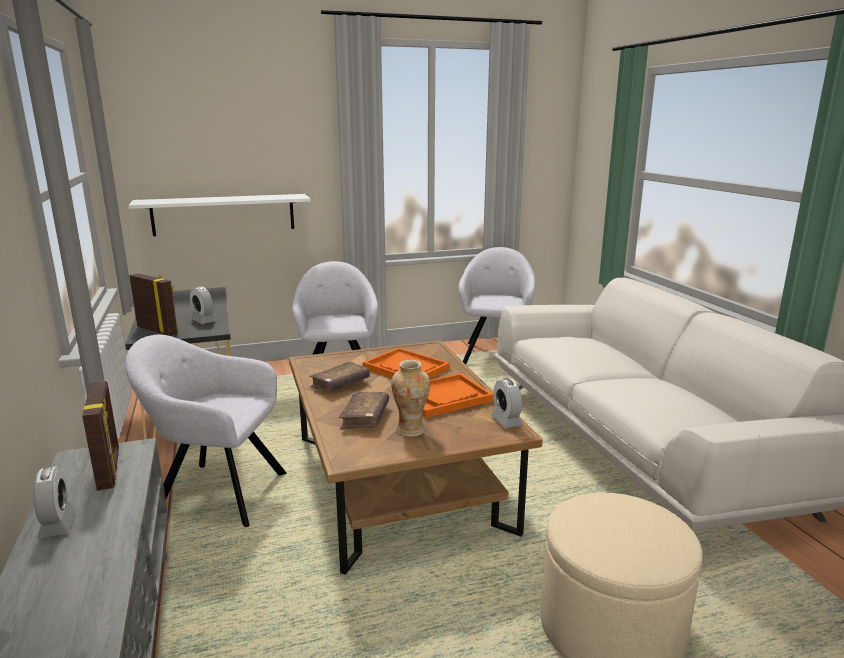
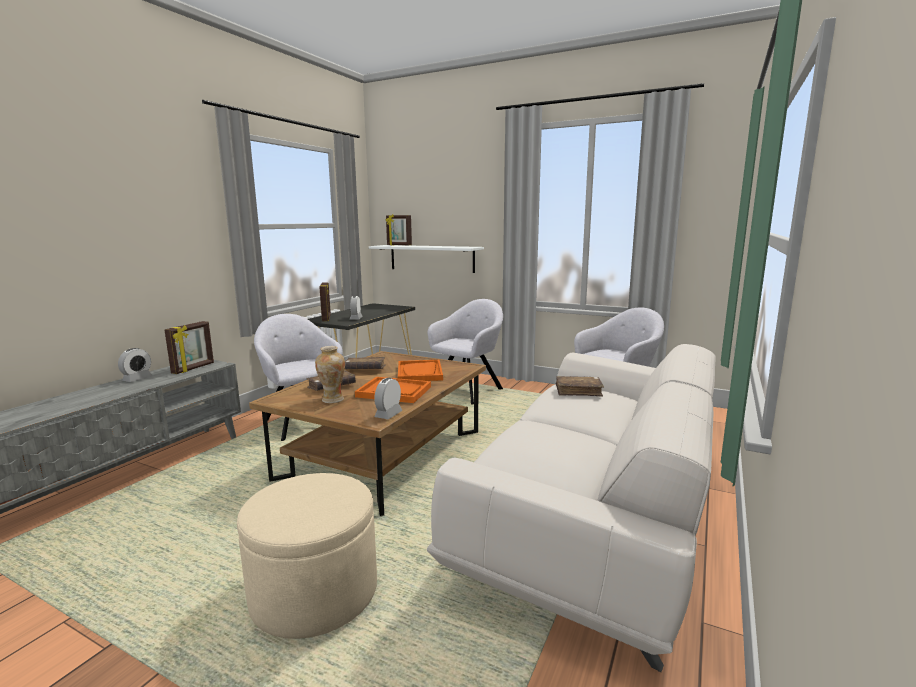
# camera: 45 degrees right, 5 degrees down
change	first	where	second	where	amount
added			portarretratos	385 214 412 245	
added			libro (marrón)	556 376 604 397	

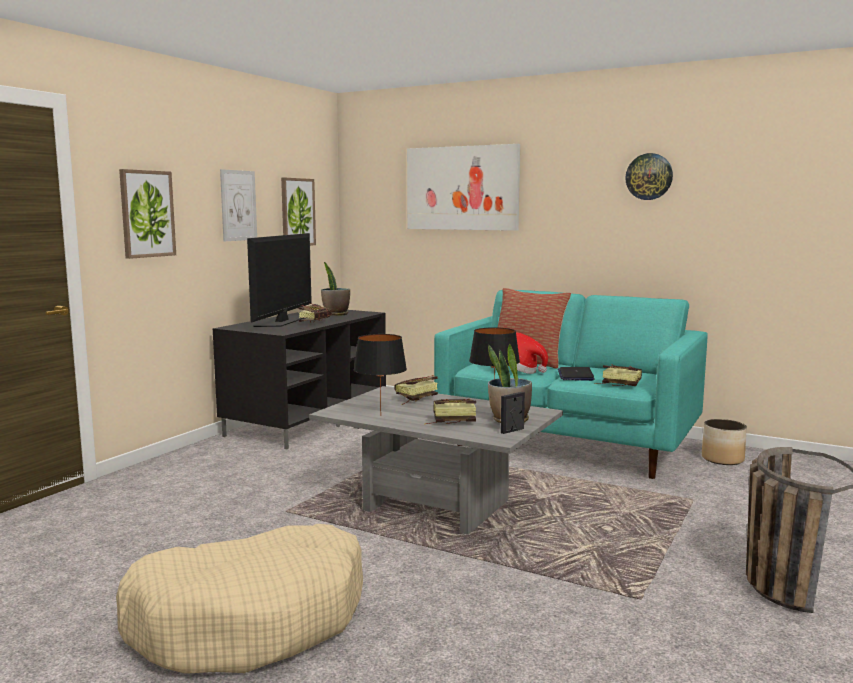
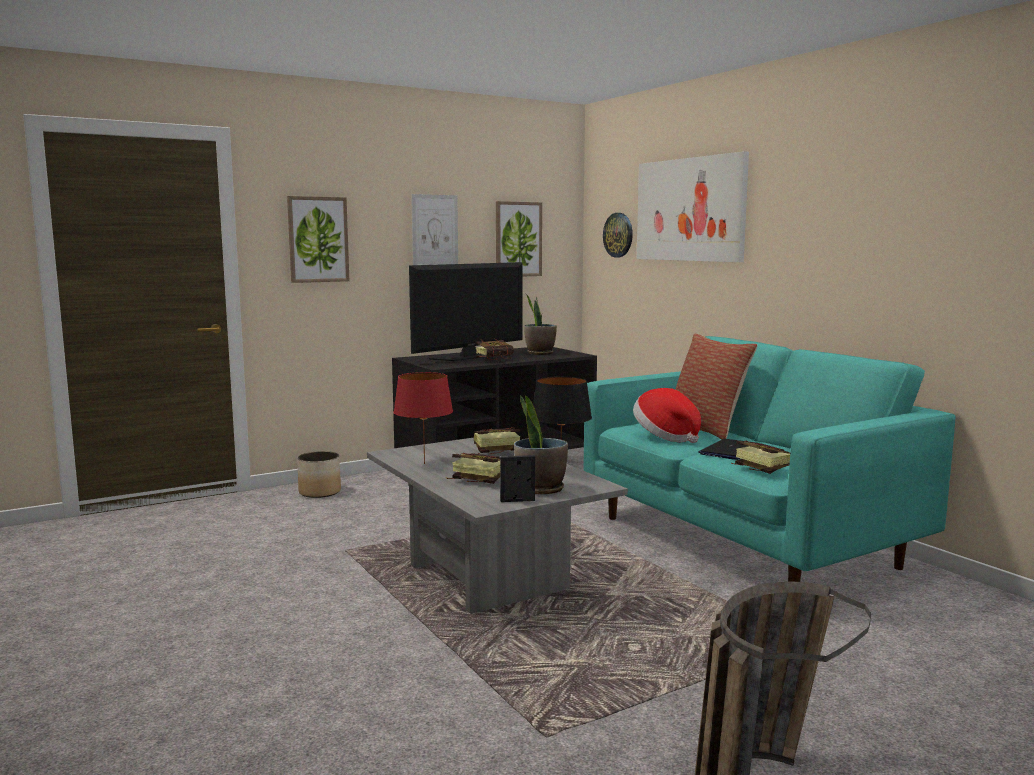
# camera: 30 degrees right, 0 degrees up
change	first	where	second	where	amount
moved	maceta	702 419 747 465		297 451 341 498	
recoloured	lámpara de mesa (negro)	354 334 407 416	lámpara de mesa (rojo)	393 372 453 464	
moved	reloj de pared	625 153 673 200		603 213 633 258	
removed	cama para perro (beis)	116 524 363 674			

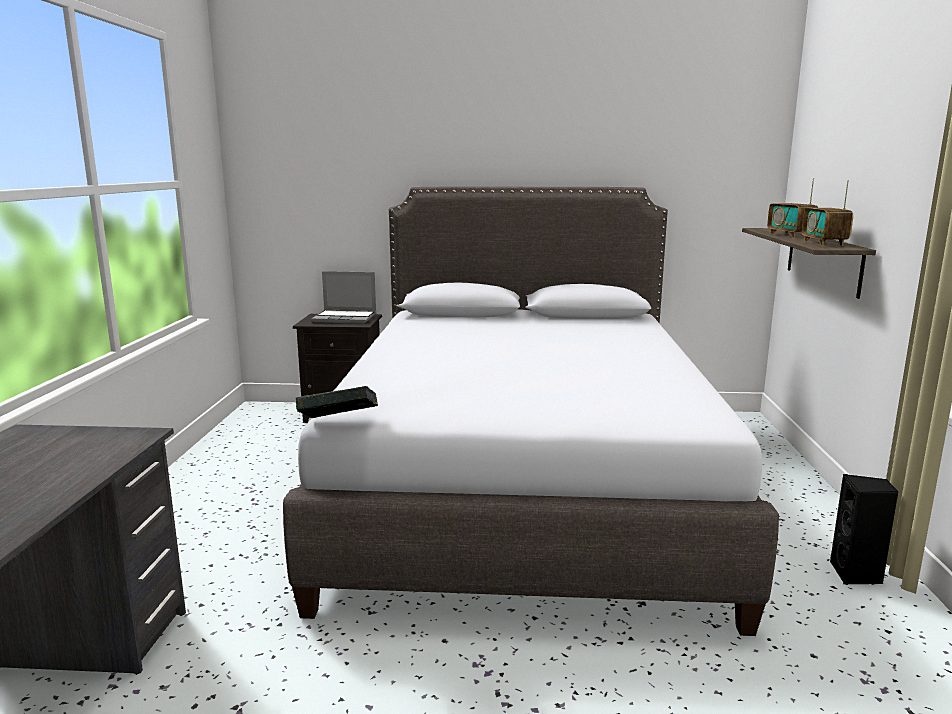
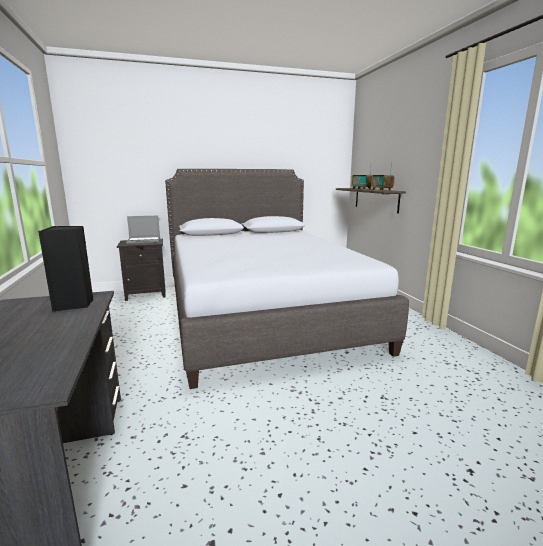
# camera: 20 degrees left, 0 degrees up
change	first	where	second	where	amount
moved	altavoz (negro)	830 474 899 585		38 226 94 312	
removed	libro	296 386 378 418			

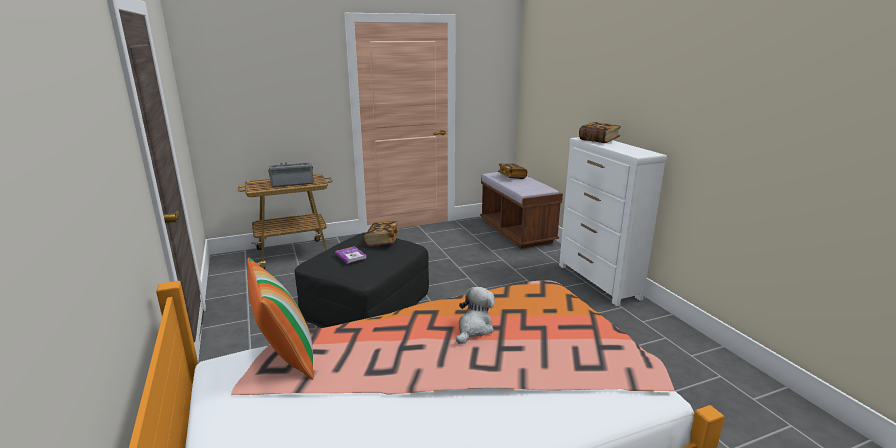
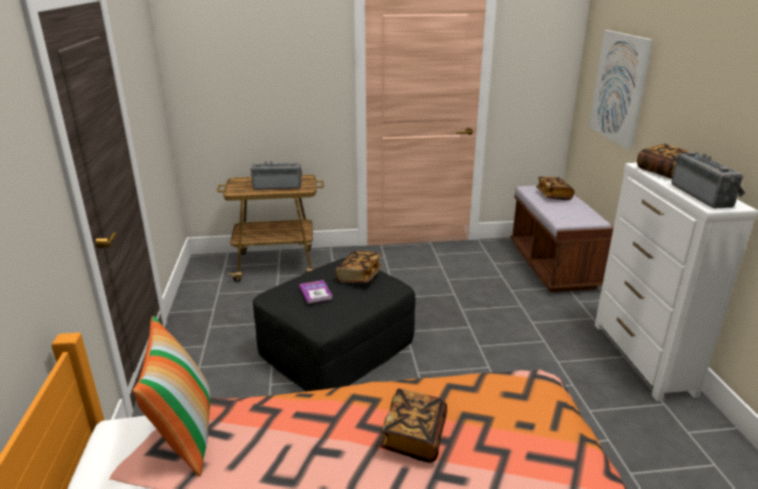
# camera: 15 degrees right, 5 degrees up
change	first	where	second	where	amount
replaced	peluche	456 287 495 344	libro	380 389 447 463	
added			cuadro	589 30 653 150	
added			radio	671 152 745 208	

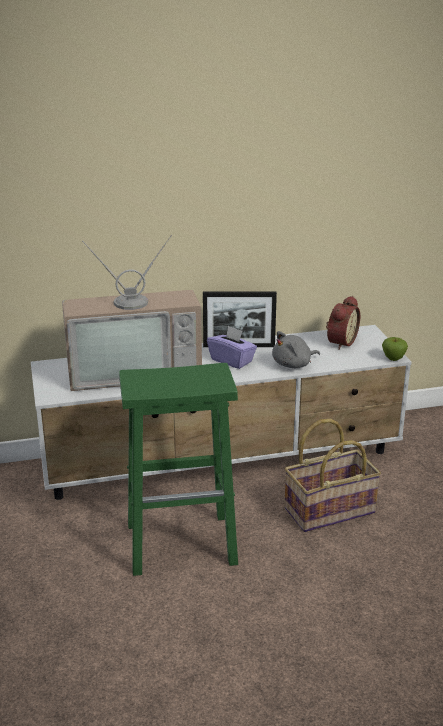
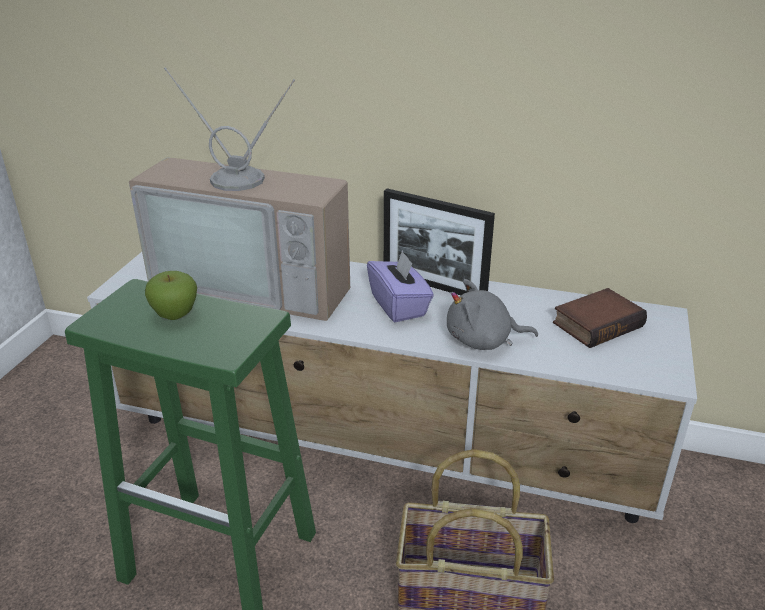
# camera: 30 degrees right, 5 degrees up
change	first	where	second	where	amount
moved	manzana	382 337 408 361		145 271 197 320	
replaced	despertador	326 296 360 350	libro	553 288 647 348	

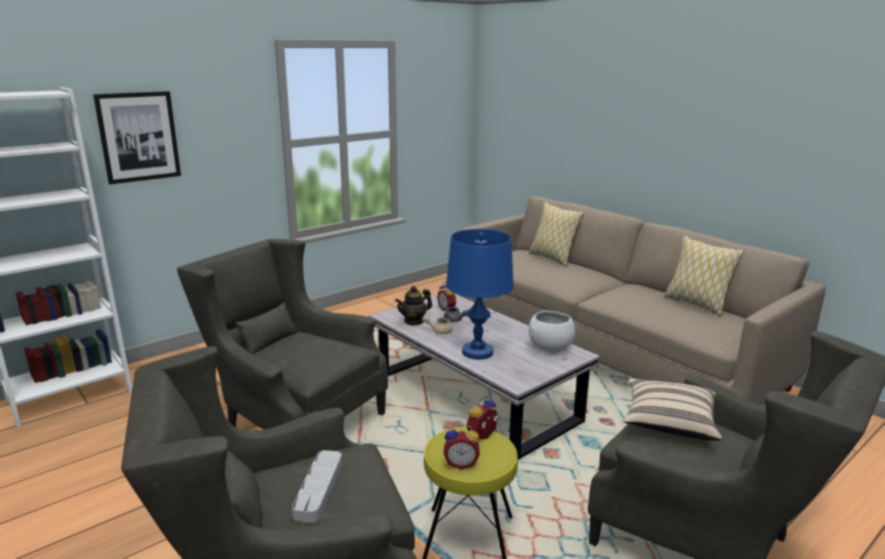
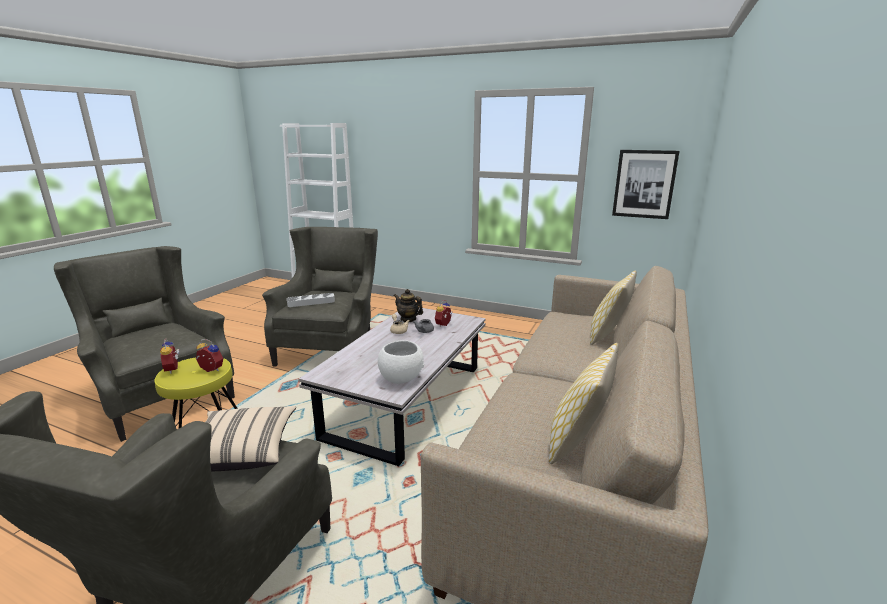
# camera: 65 degrees right, 0 degrees up
change	first	where	second	where	amount
moved	bandeja (gris)	292 450 342 523		287 293 335 307	
moved	cuadro	93 91 181 184		612 150 680 219	
removed	lámpara de mesa (azul)	446 229 514 360			

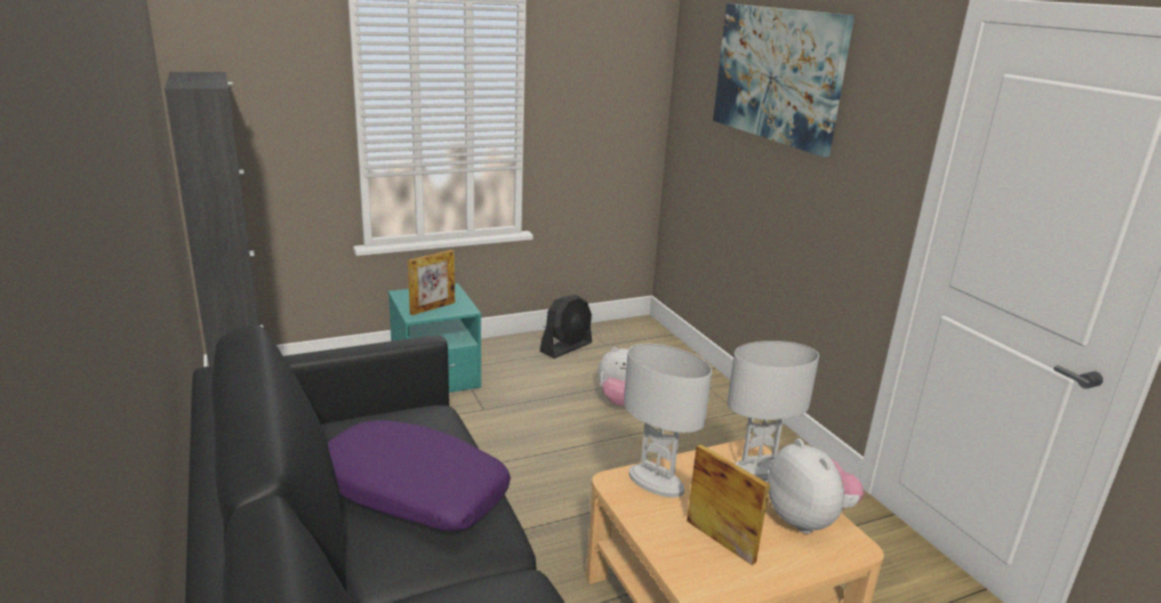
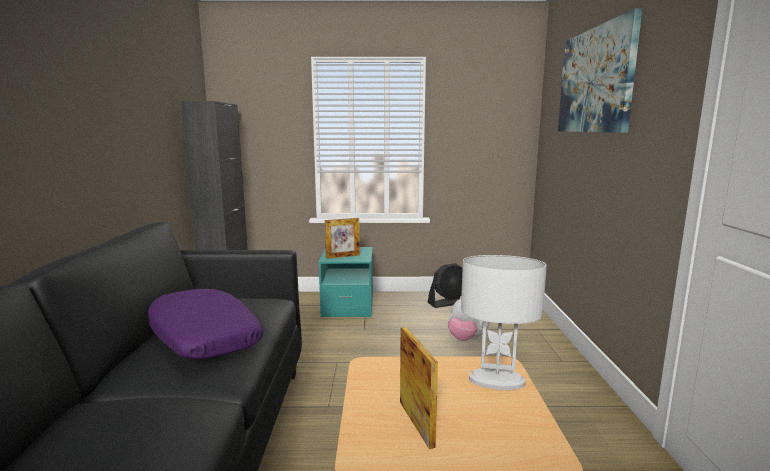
# camera: 25 degrees right, 10 degrees down
change	first	where	second	where	amount
removed	lámpara de mesa (blanco)	624 344 712 498			
removed	peluche	767 438 864 534			

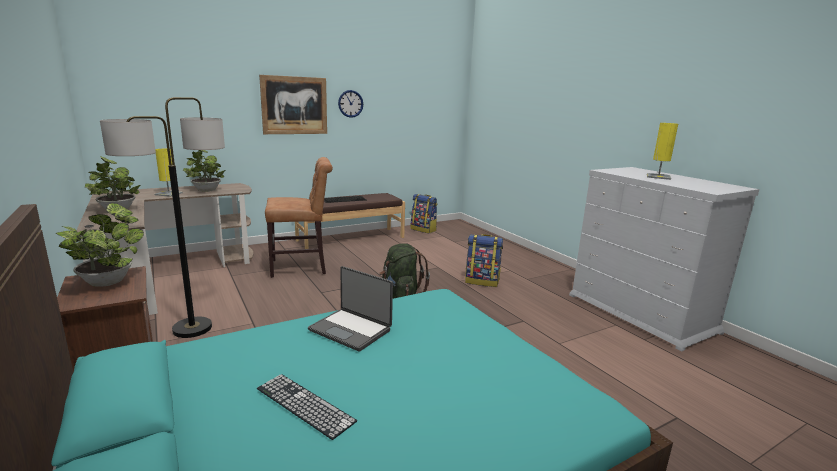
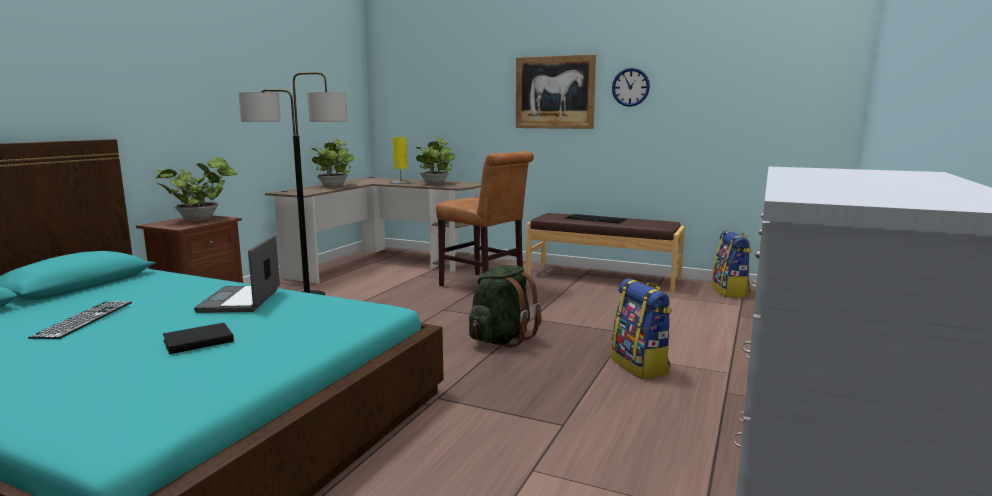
# camera: 55 degrees right, 5 degrees down
change	first	where	second	where	amount
added			libro (negro)	163 323 234 354	
removed	lámpara de mesa (amarillo)	647 123 678 180			

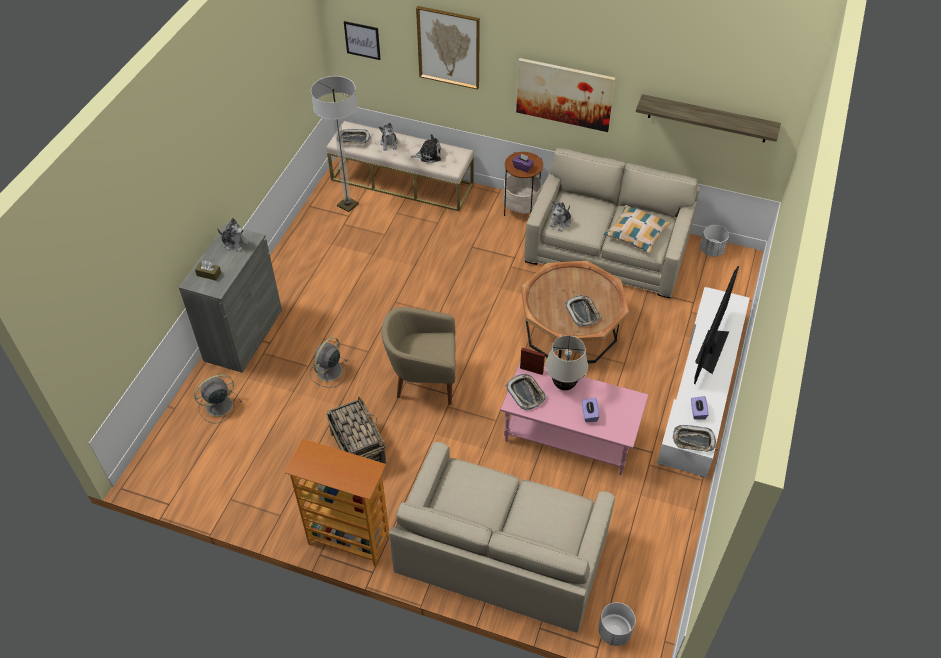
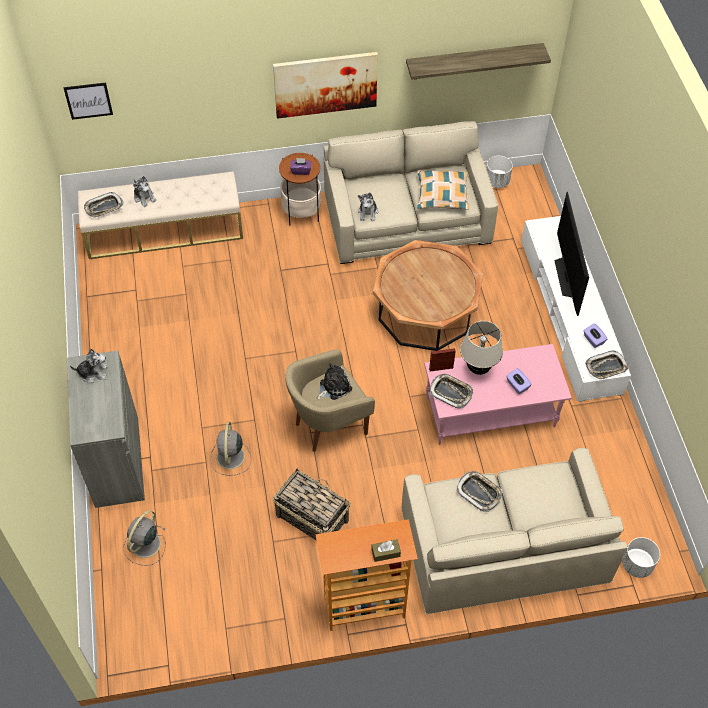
# camera: 30 degrees left, 5 degrees up
change	first	where	second	where	amount
moved	peluche	412 134 441 163		317 363 352 400	
moved	caja de pañuelos (marrón)	195 261 221 281		371 539 401 562	
moved	bandeja	565 295 601 327		456 471 502 512	
removed	lámpara de pie	311 76 359 212			
removed	cuadro	416 6 480 90			

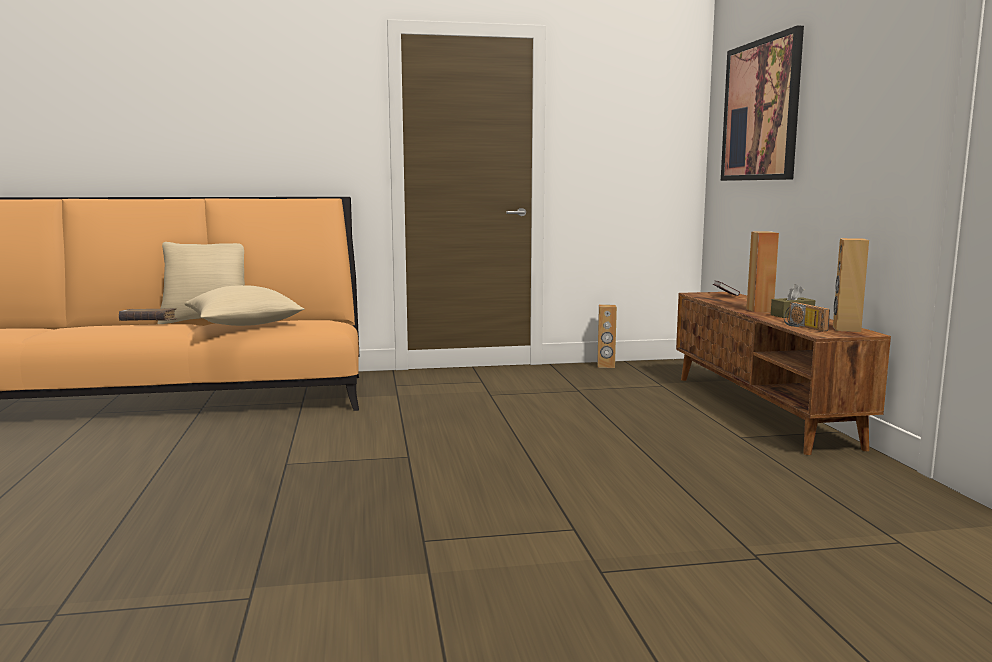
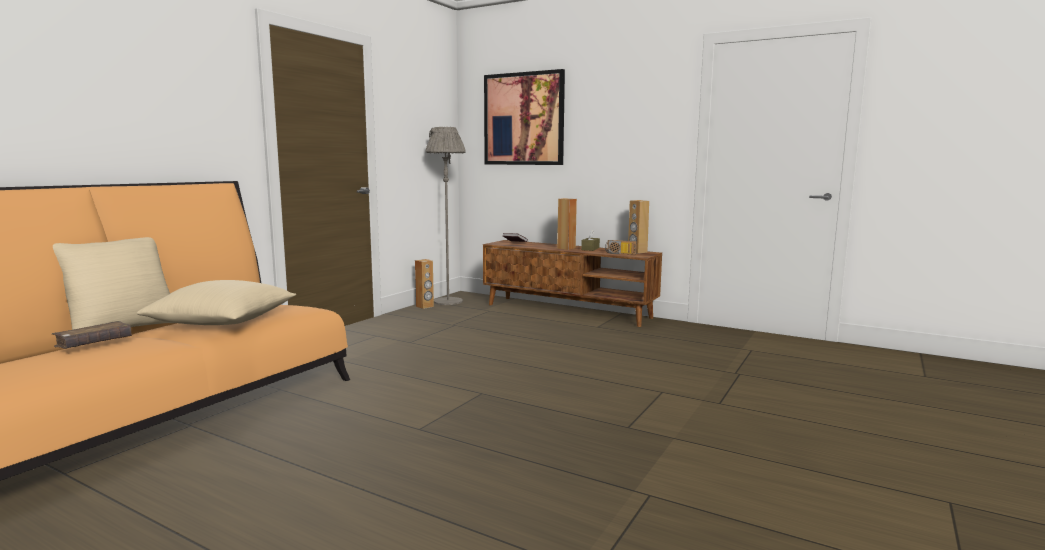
# camera: 50 degrees left, 0 degrees up
change	first	where	second	where	amount
added			lámpara de pie (gris)	426 127 466 305	

